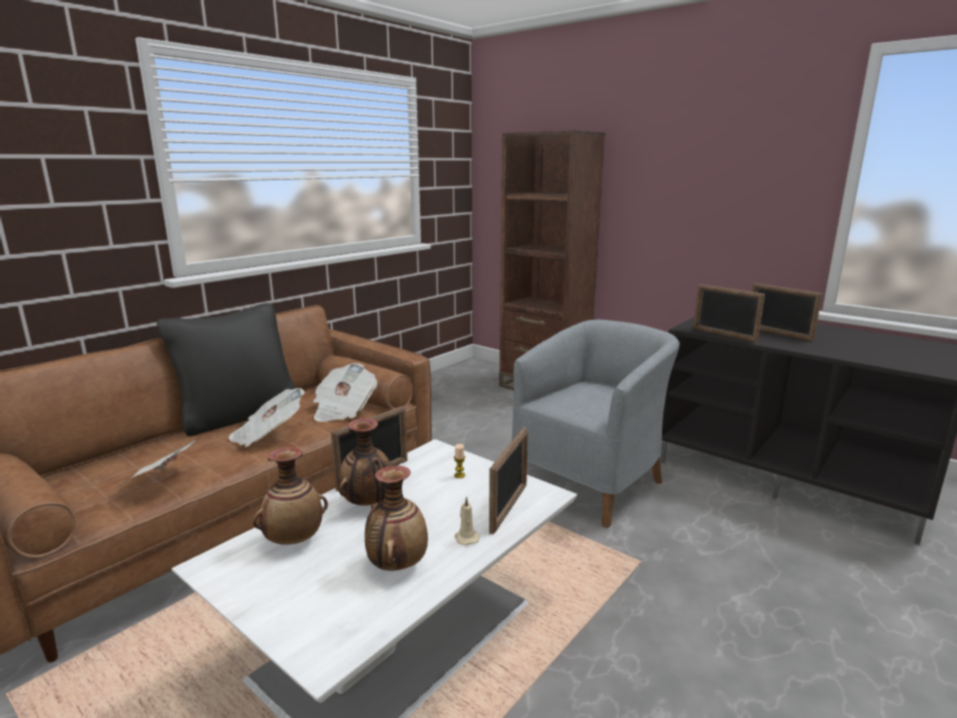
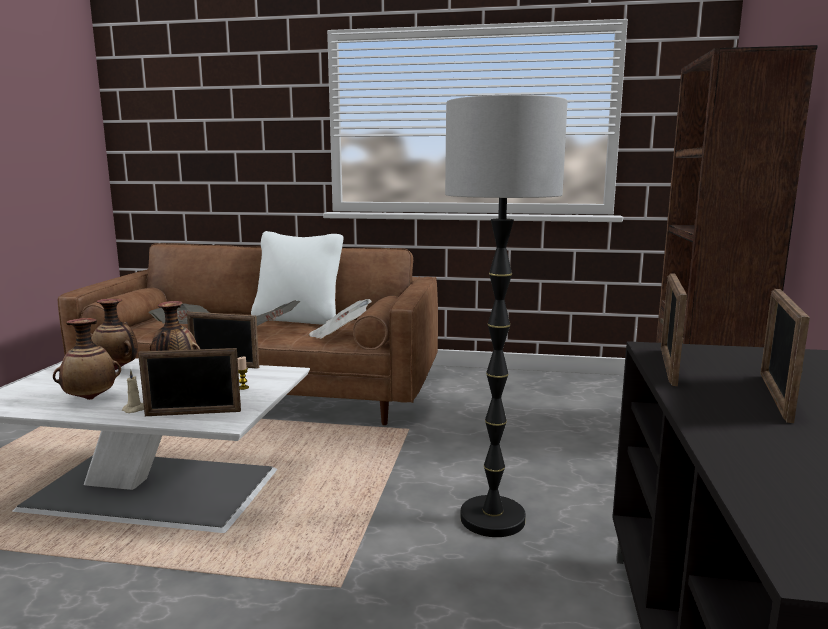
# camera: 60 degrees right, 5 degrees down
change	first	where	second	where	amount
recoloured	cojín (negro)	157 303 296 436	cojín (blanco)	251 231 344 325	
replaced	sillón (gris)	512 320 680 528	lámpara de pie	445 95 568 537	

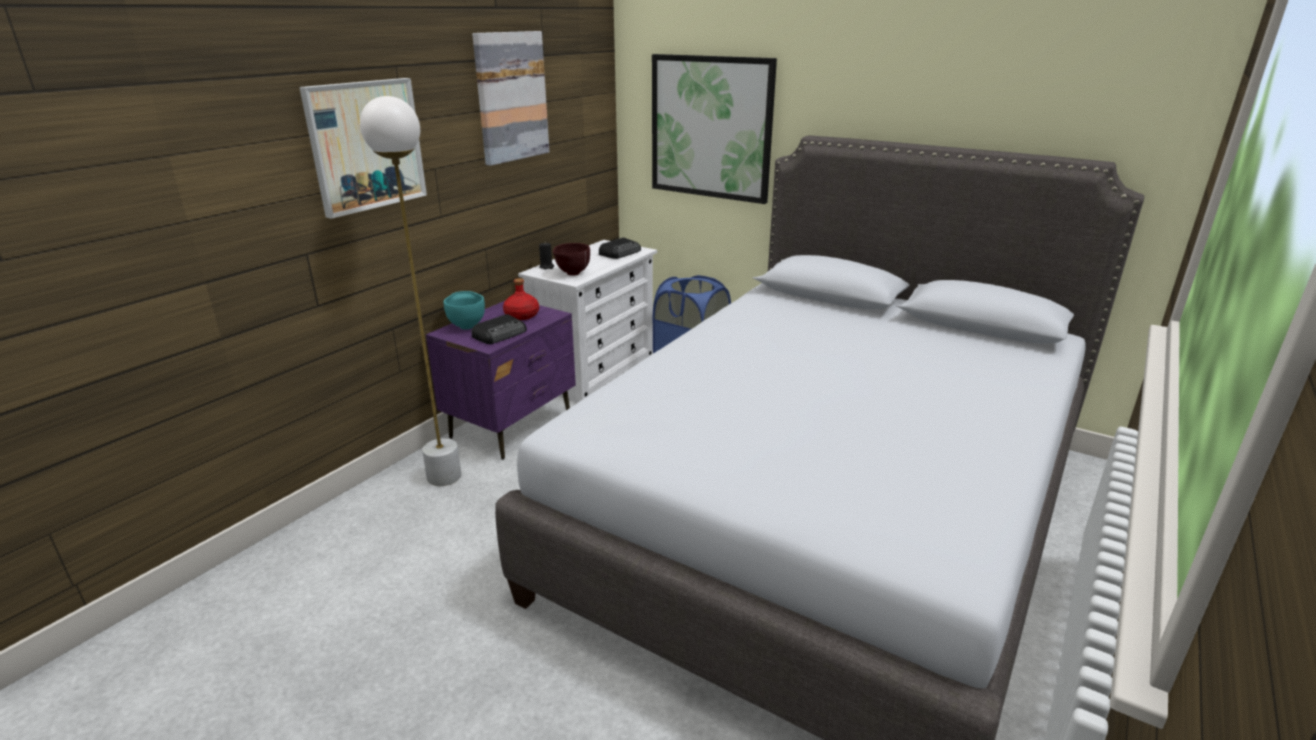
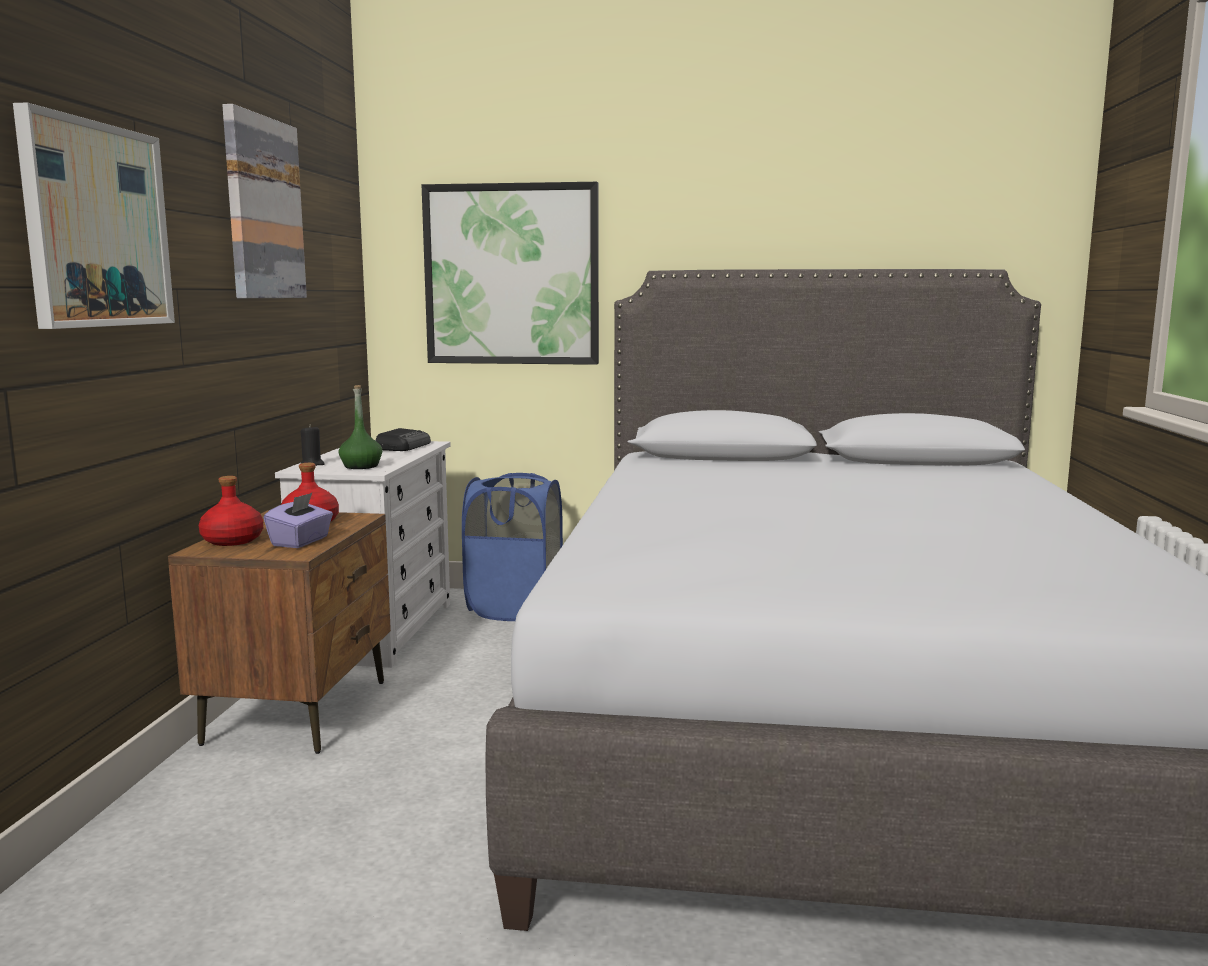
# camera: 25 degrees left, 15 degrees down
change	first	where	second	where	amount
recoloured	mesita de noche (morado)	426 301 576 460	mesita de noche (marrón)	168 510 391 754	
replaced	cuenco (turquesa)	443 291 485 330	botella (rojo)	199 476 263 546	
replaced	radio	472 314 527 344	caja de pañuelos (morado)	264 492 333 548	
replaced	cuenco (marrón)	553 243 590 276	botella (verde)	339 385 382 469	
removed	lámpara de pie (blanco)	360 96 462 486			

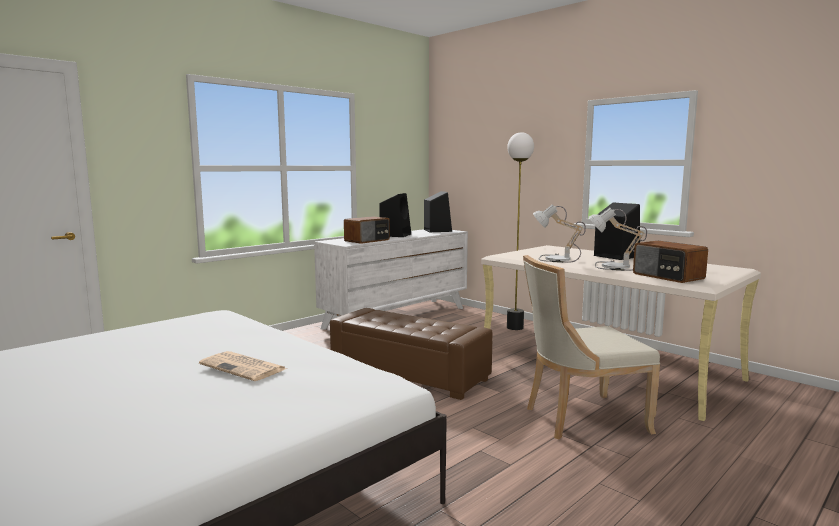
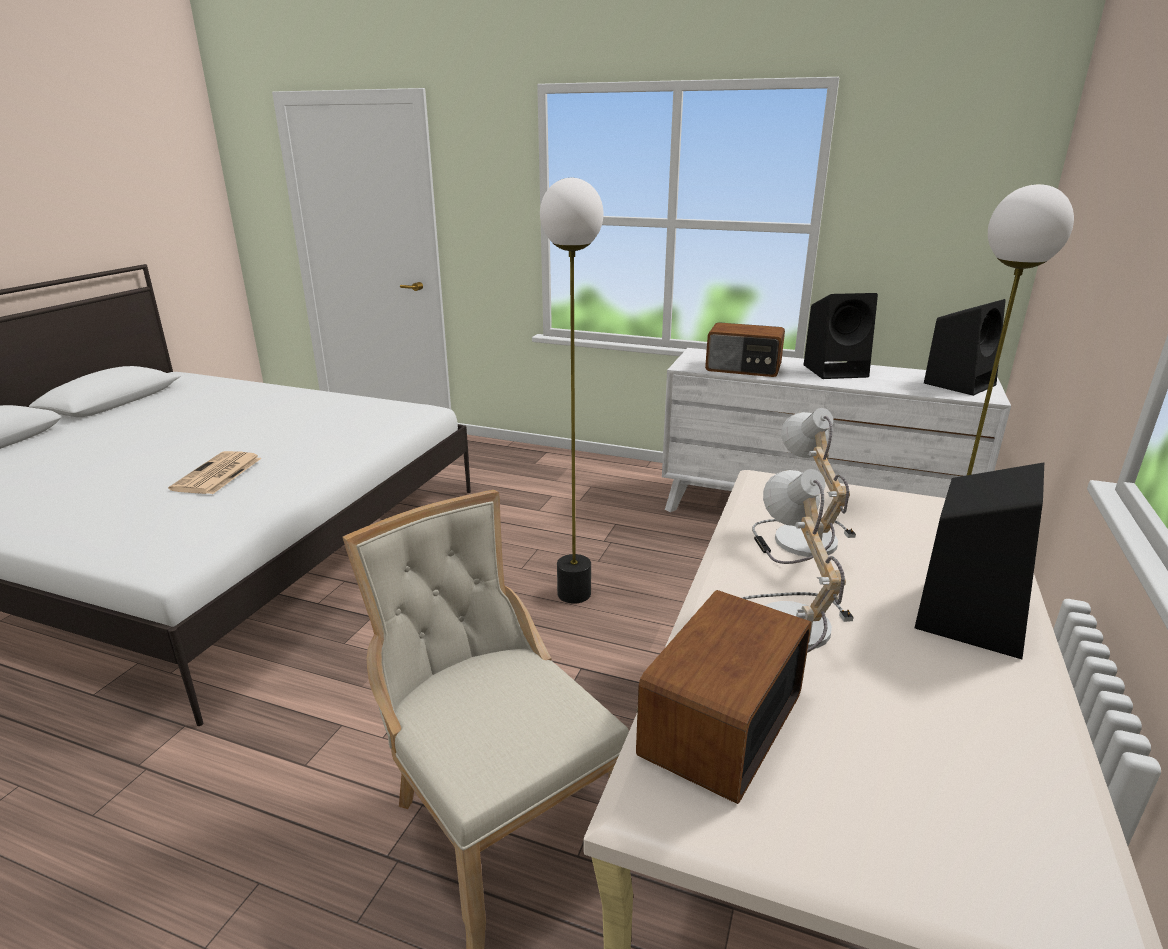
# camera: 65 degrees right, 15 degrees up
change	first	where	second	where	amount
replaced	puf (marrón)	330 308 493 400	lámpara de pie	540 178 604 604	

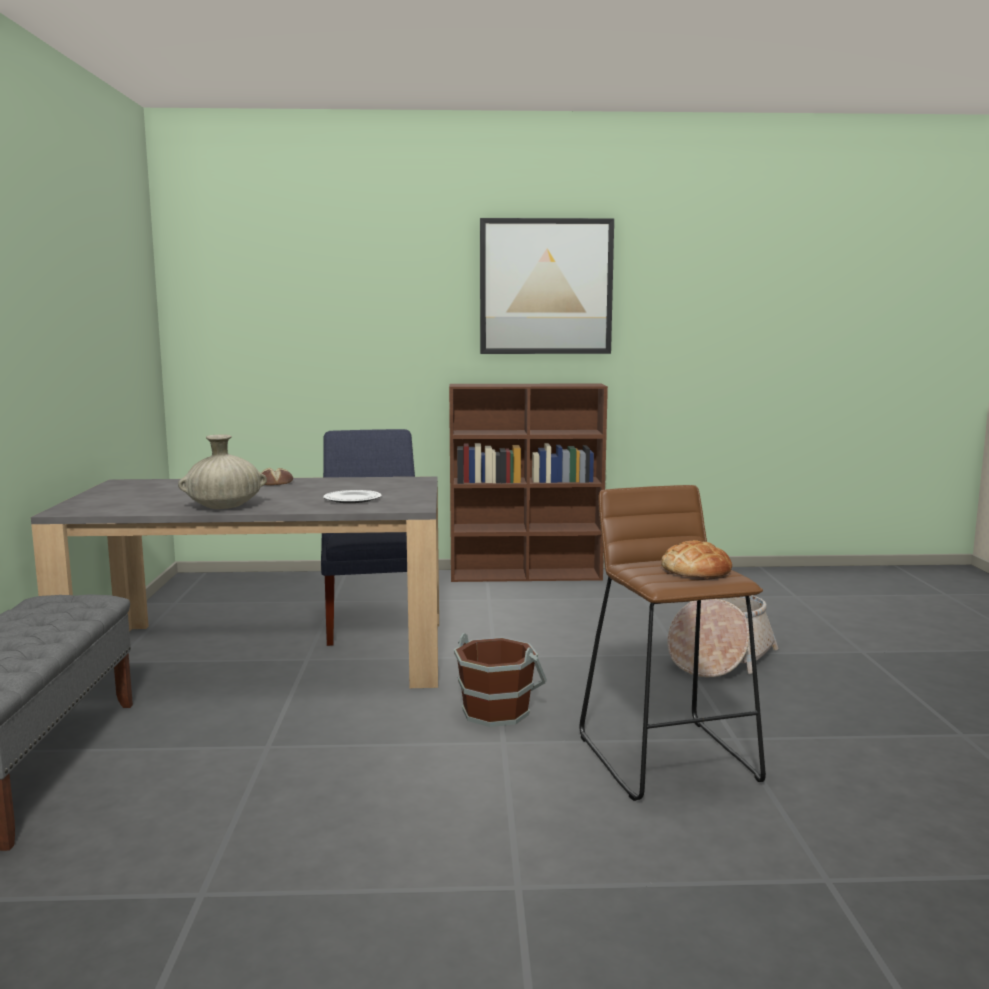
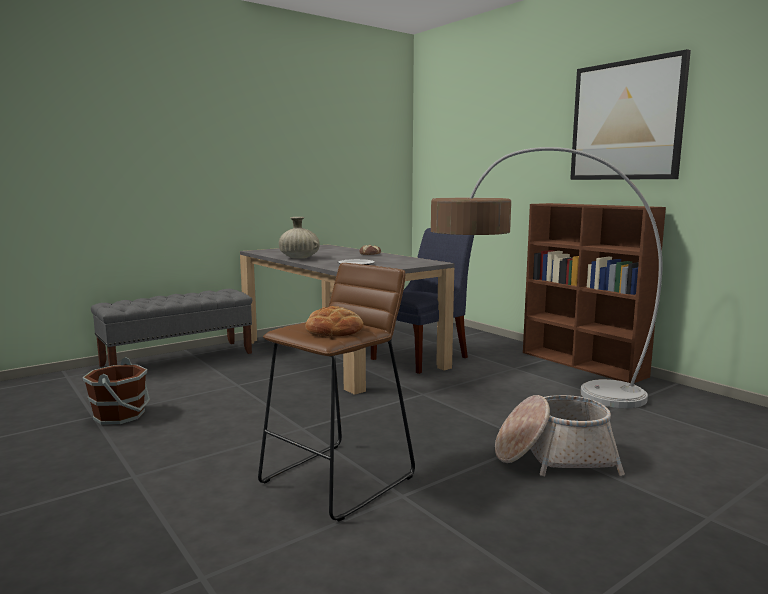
# camera: 55 degrees right, 0 degrees up
change	first	where	second	where	amount
moved	cubo (marrón)	454 633 547 727		82 357 150 425	
added			lámpara de pie	431 147 662 408	

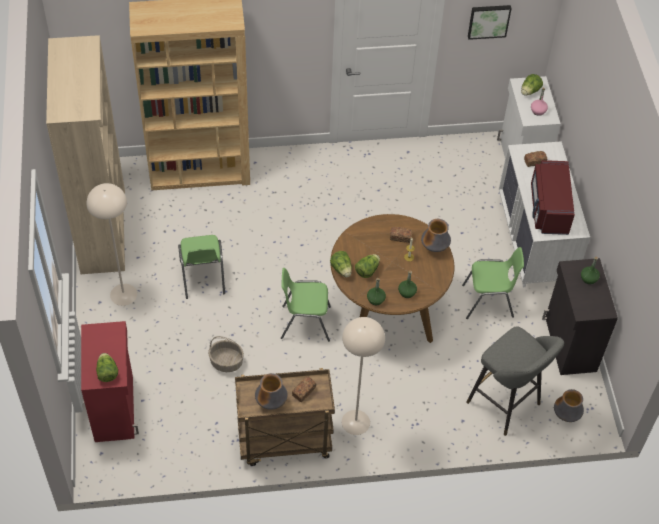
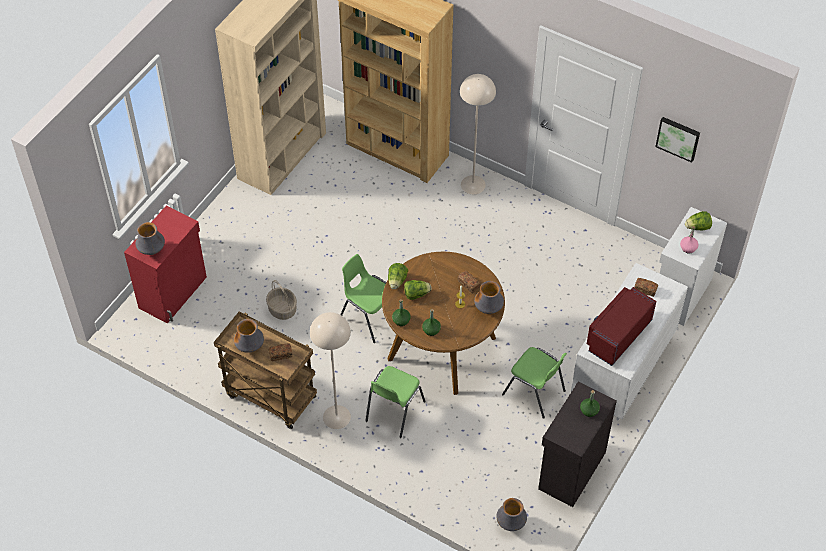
# camera: 40 degrees right, 0 degrees up
change	first	where	second	where	amount
replaced	lechuga	96 353 118 382	florero	135 222 165 255	
moved	silla (verde)	178 235 225 299		365 366 426 438	
moved	lámpara de pie (beis)	87 183 137 306		460 74 496 194	
removed	taburete (gris)	466 326 564 436			

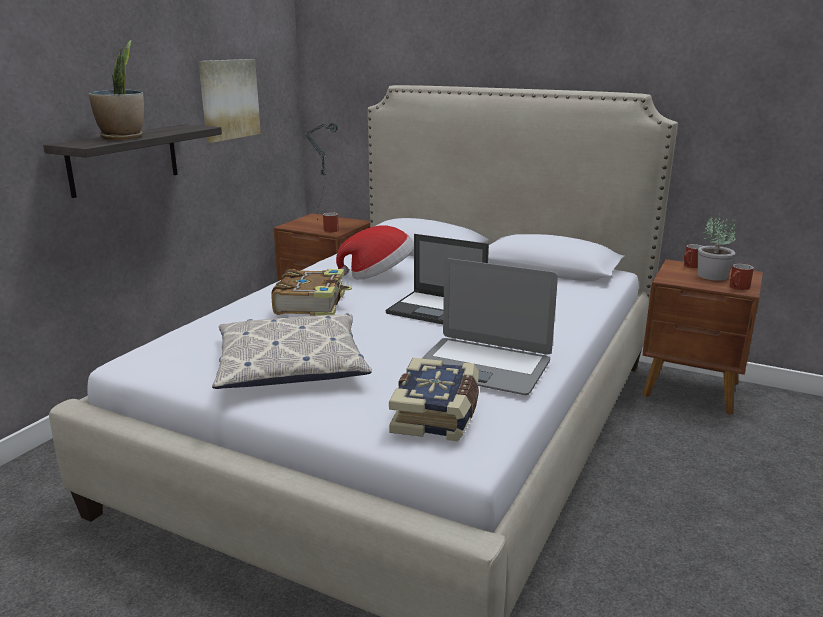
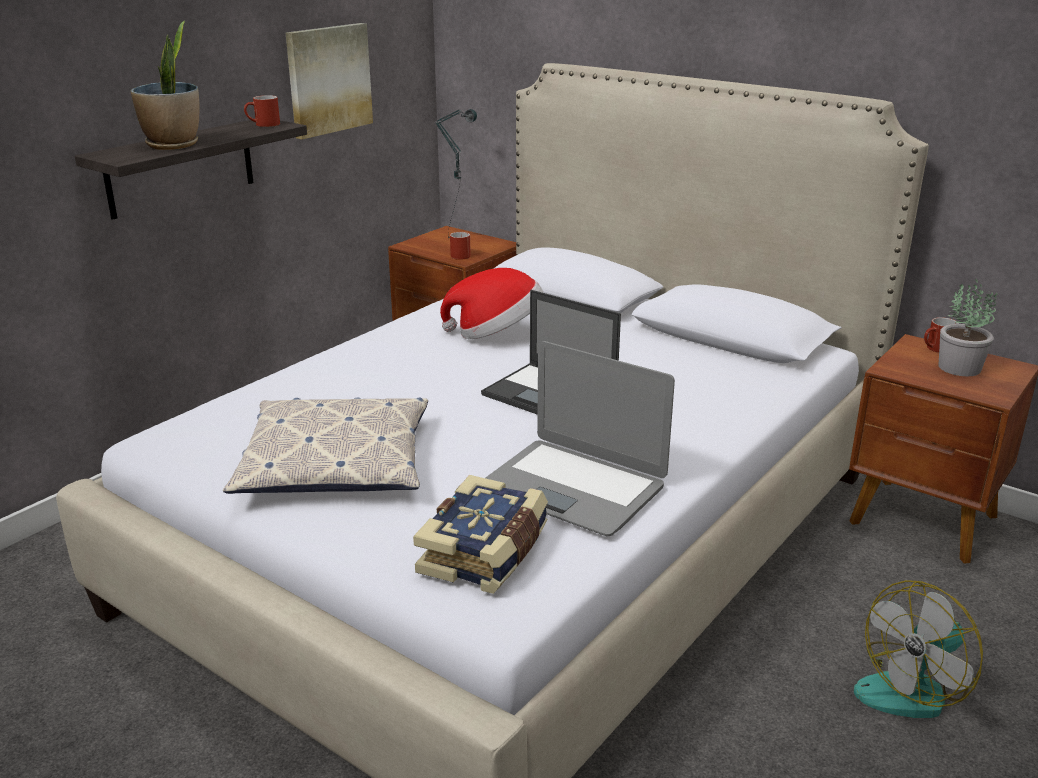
# camera: 10 degrees right, 5 degrees up
change	first	where	second	where	amount
moved	taza grande (rojo)	729 264 754 290		244 95 280 127	
added			ventilador	854 580 983 718	
removed	libro	271 269 352 316			

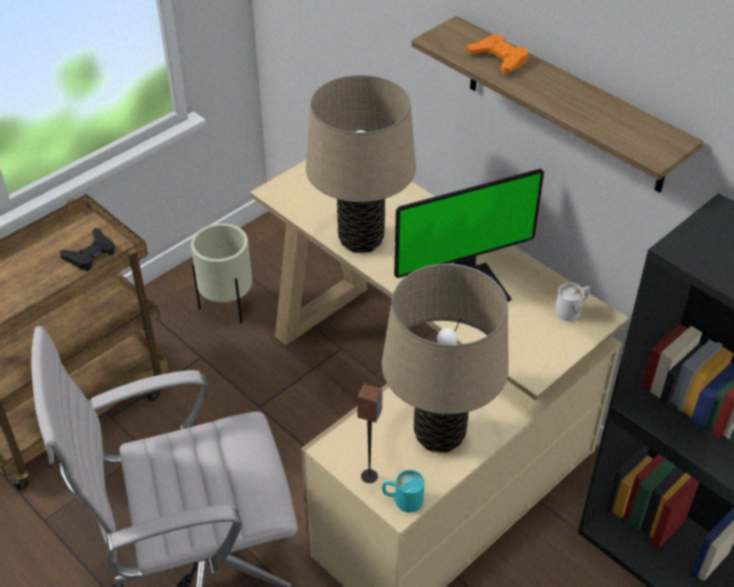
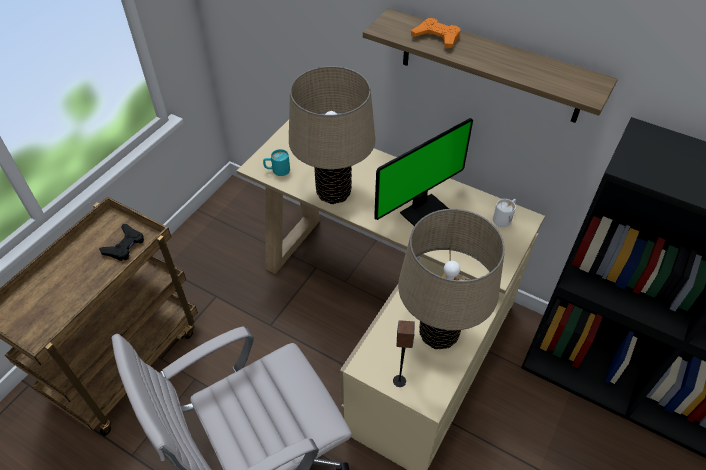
# camera: 15 degrees left, 5 degrees up
change	first	where	second	where	amount
moved	taza grande (turquesa)	382 470 425 512		263 149 290 176	
removed	maceta (beis)	191 223 252 324			

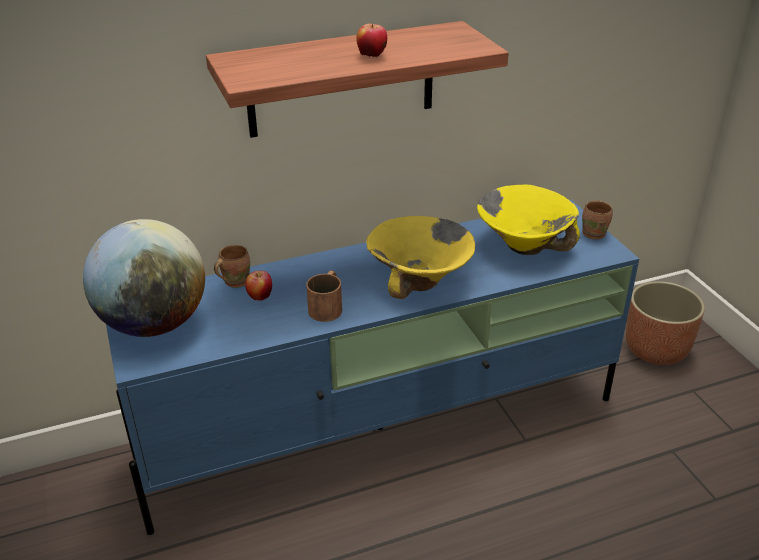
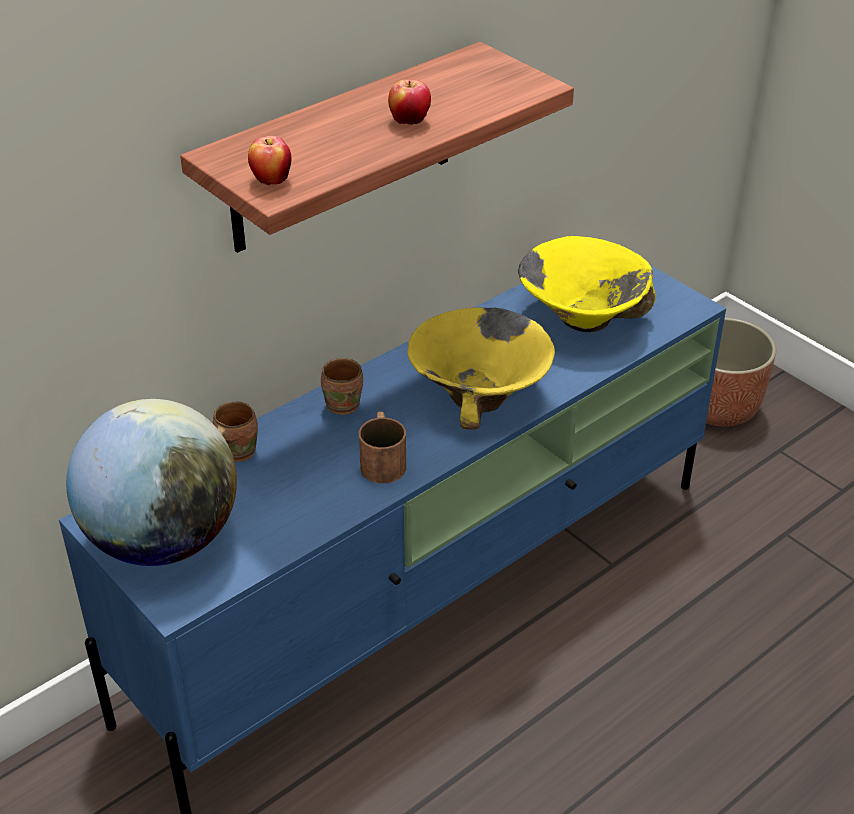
# camera: 20 degrees left, 5 degrees up
change	first	where	second	where	amount
moved	manzana	245 271 272 301		248 136 291 185	
moved	taza grande (marrón)	582 200 613 239		321 358 363 415	

